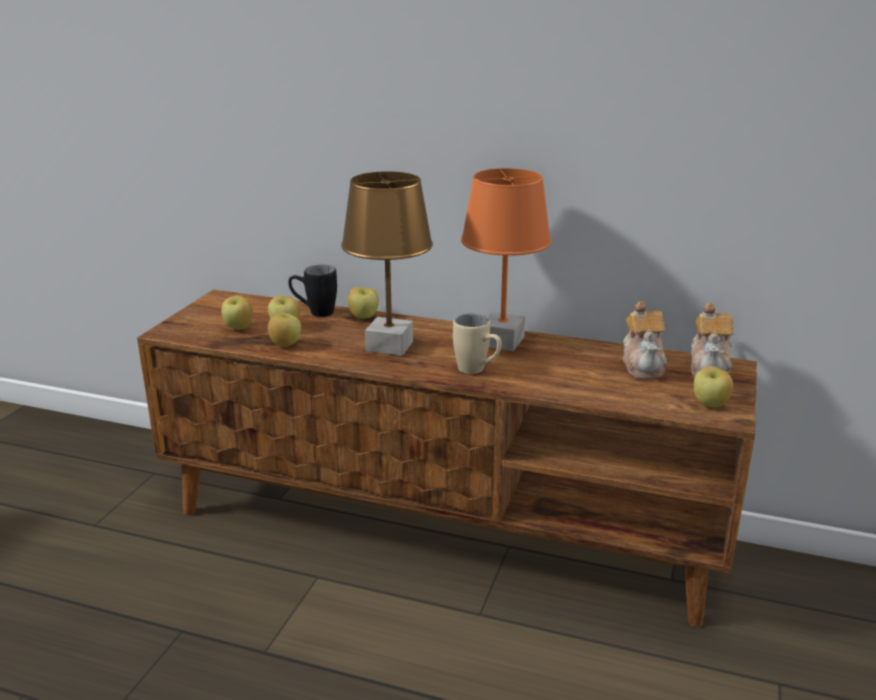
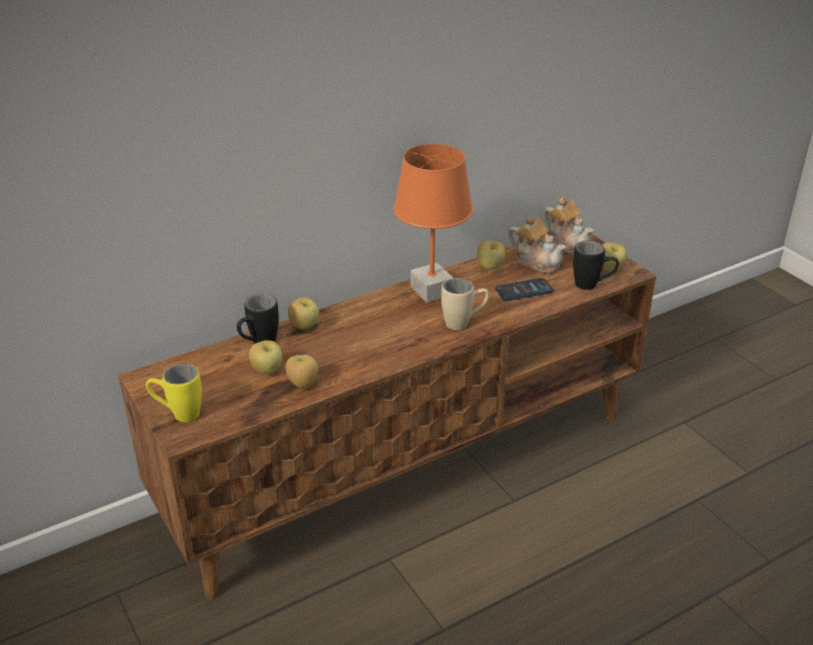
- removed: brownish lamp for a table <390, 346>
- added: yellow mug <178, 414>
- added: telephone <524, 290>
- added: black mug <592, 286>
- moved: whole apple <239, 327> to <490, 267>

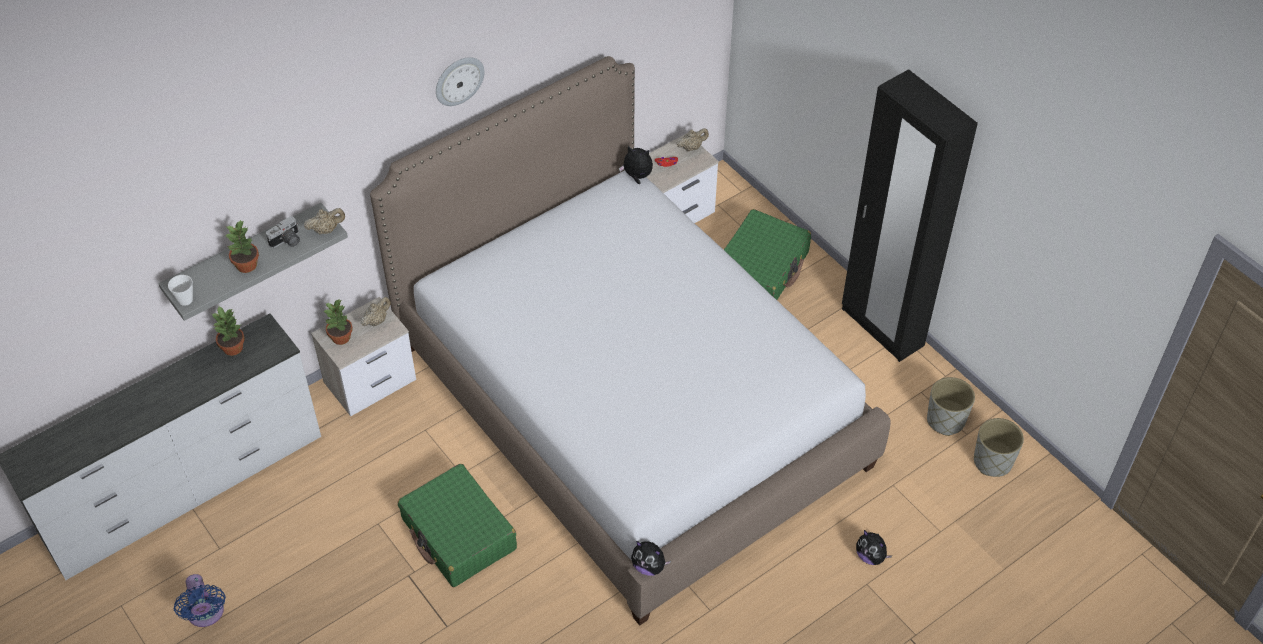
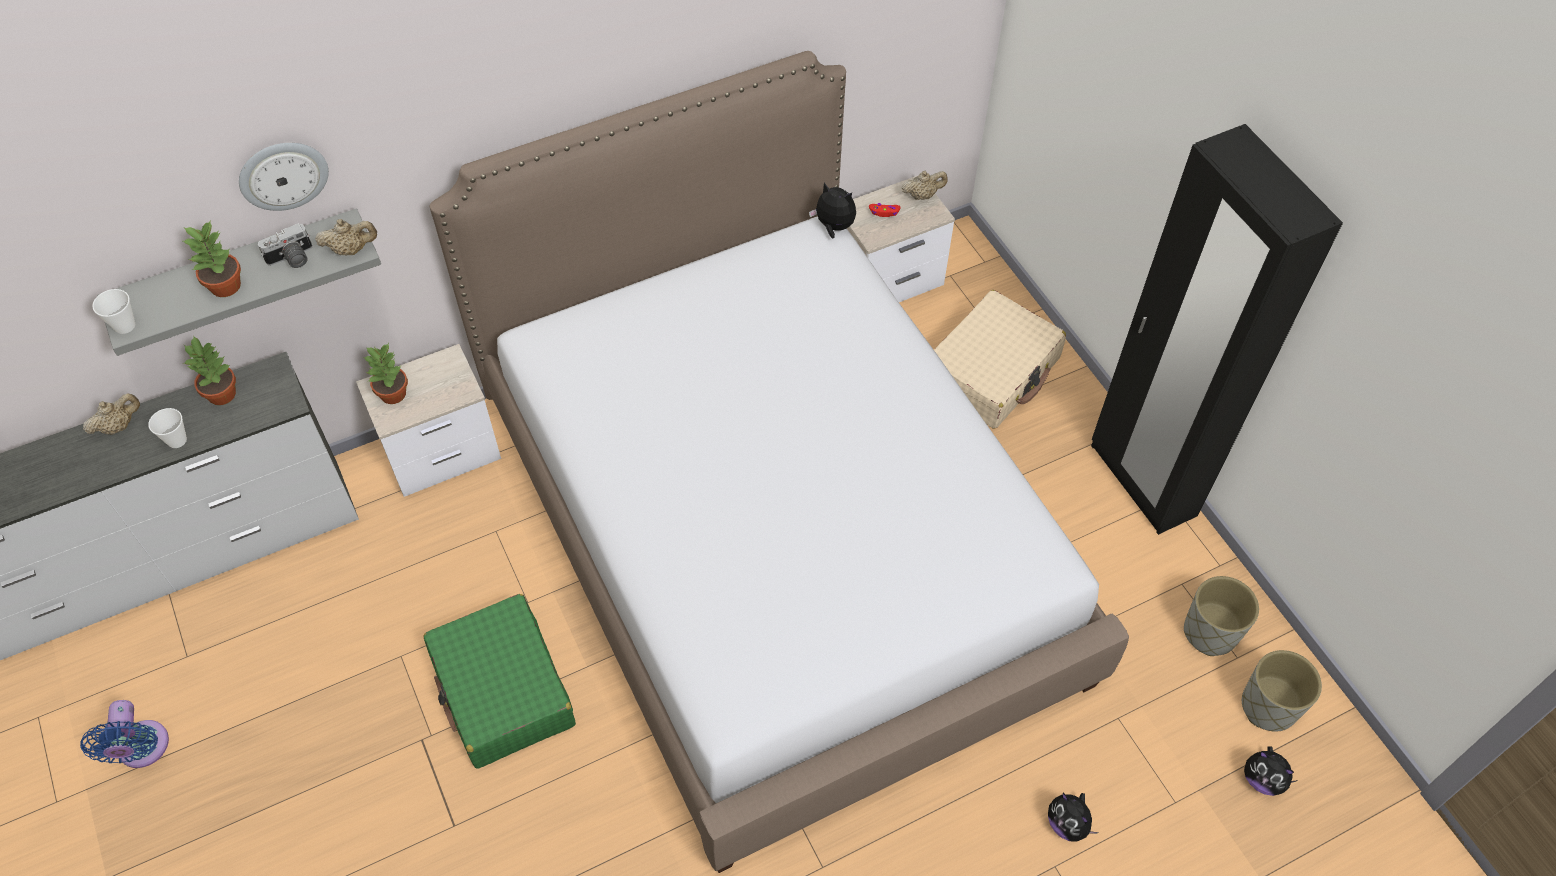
- added: drinking cup <177, 440>
- moved: beige teapot <376, 321> to <119, 426>
- moved: hanging clock <459, 80> to <283, 175>
- moved: soft toy <649, 566> to <1262, 779>
- recoloured: greenish suitcase <761, 268> to beige suitcase <991, 371>

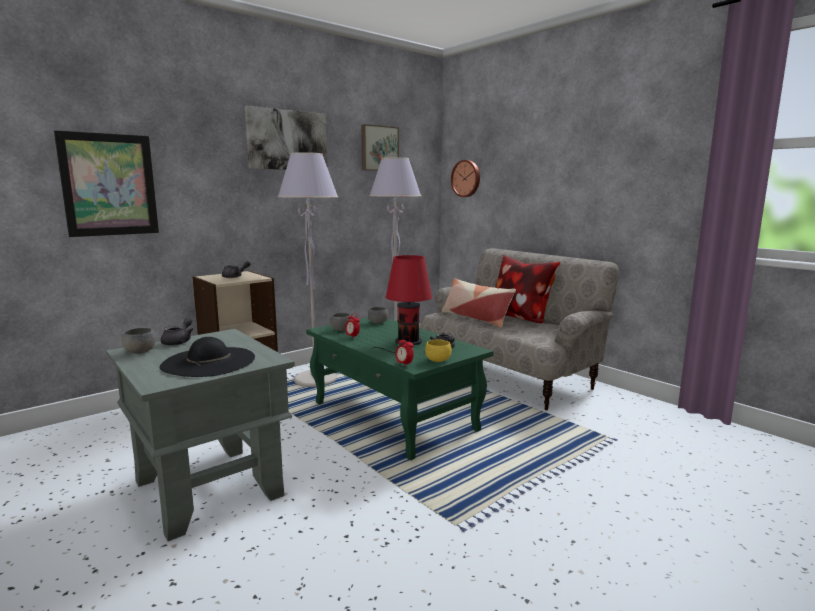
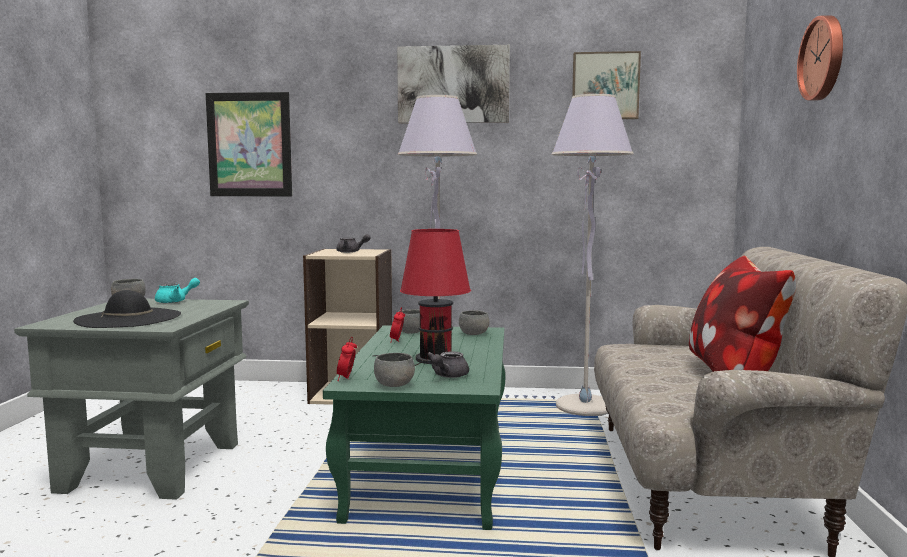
- removed: cushion <475, 318>
- moved: hanging clock <466, 178> to <824, 58>
- recoloured: grey teapot <179, 342> to blue-green teapot <175, 301>
- recoloured: yellow deep dish <438, 360> to grey deep dish <394, 385>

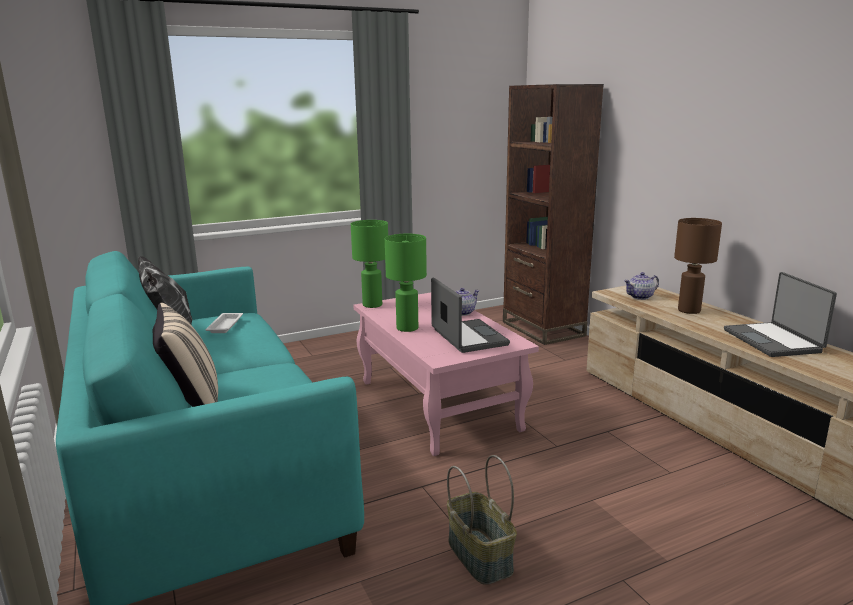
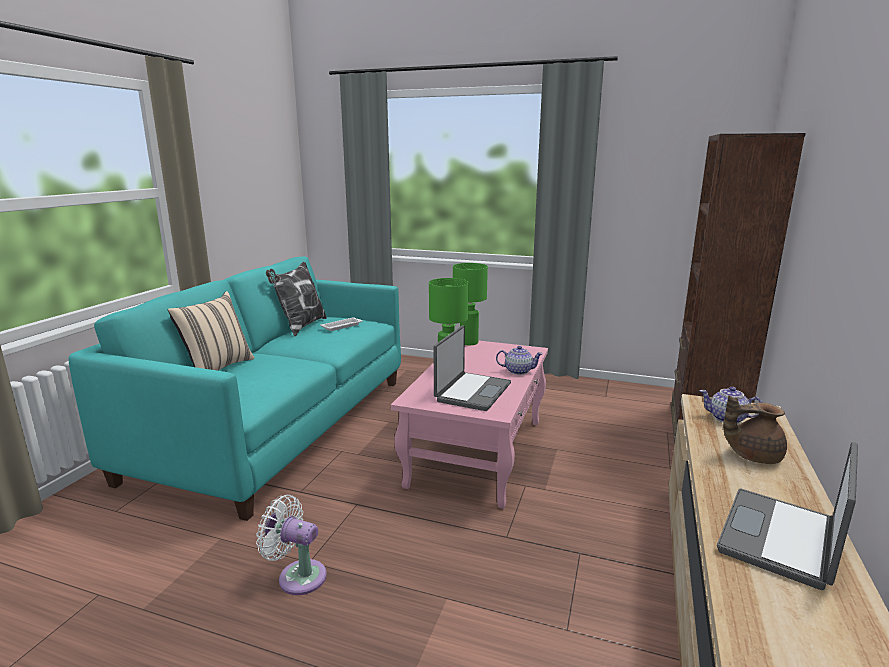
- replaced: storage basket <481, 556> to white electric fan <298, 576>
- replaced: brownish lamp for a table <688, 310> to brownish teapot <752, 455>

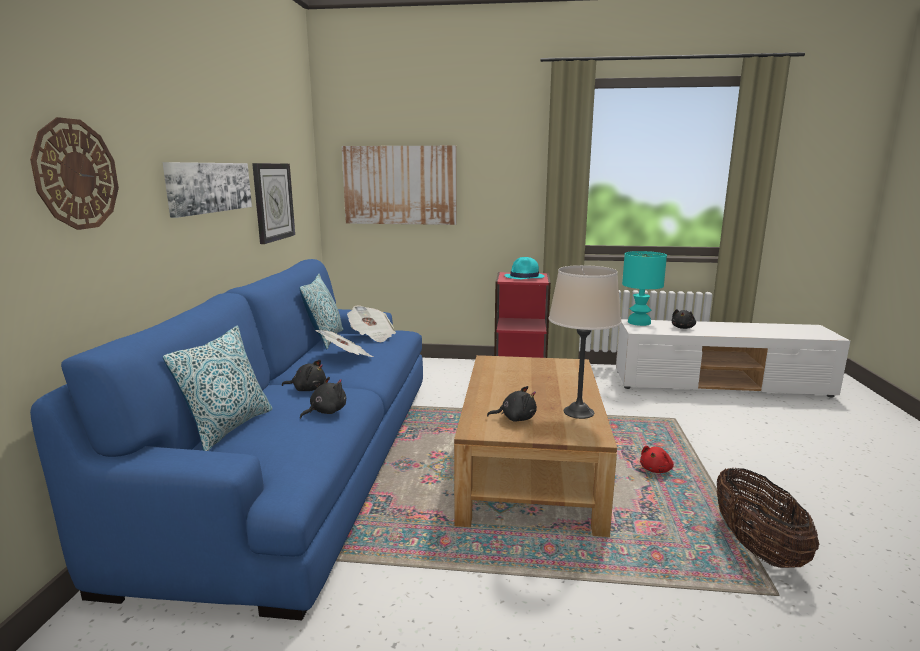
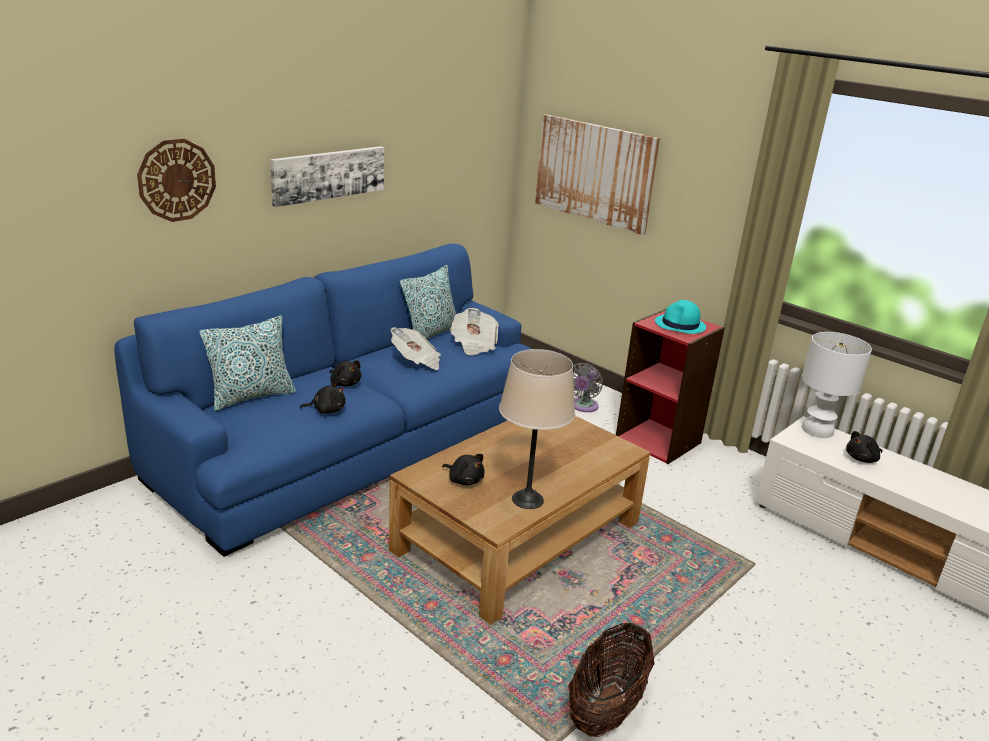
- removed: hanging clock <273, 202>
- removed: red-coloured soft toy <656, 469>
- added: grey electric fan <583, 407>
- recoloured: blue-green lamp for a table <639, 322> to white lamp for a table <817, 430>

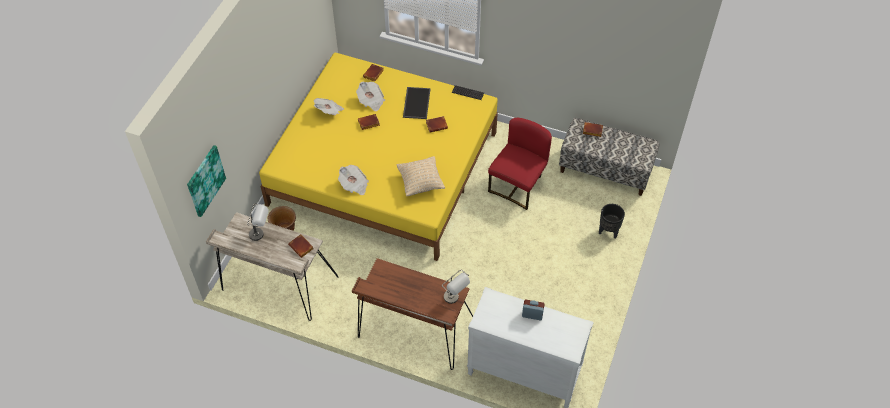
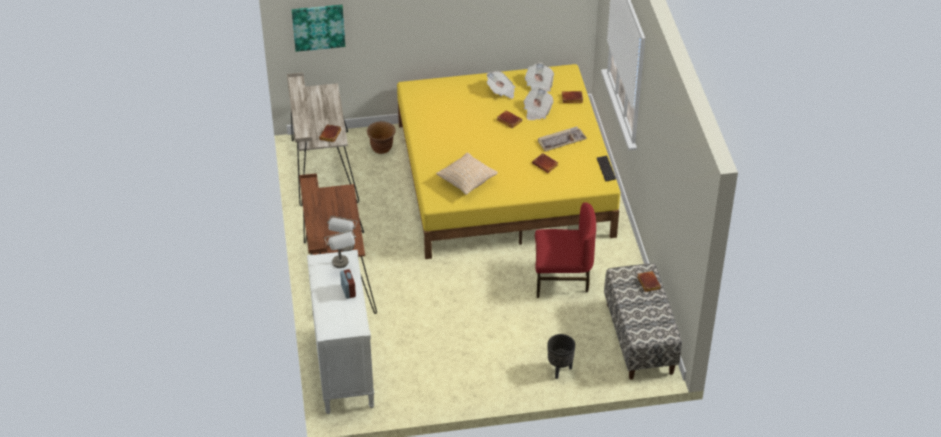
- moved: grey lamp for a table <261, 235> to <342, 266>
- moved: daily paper <354, 185> to <538, 86>
- replaced: serving tray <416, 103> to keyboard <561, 140>

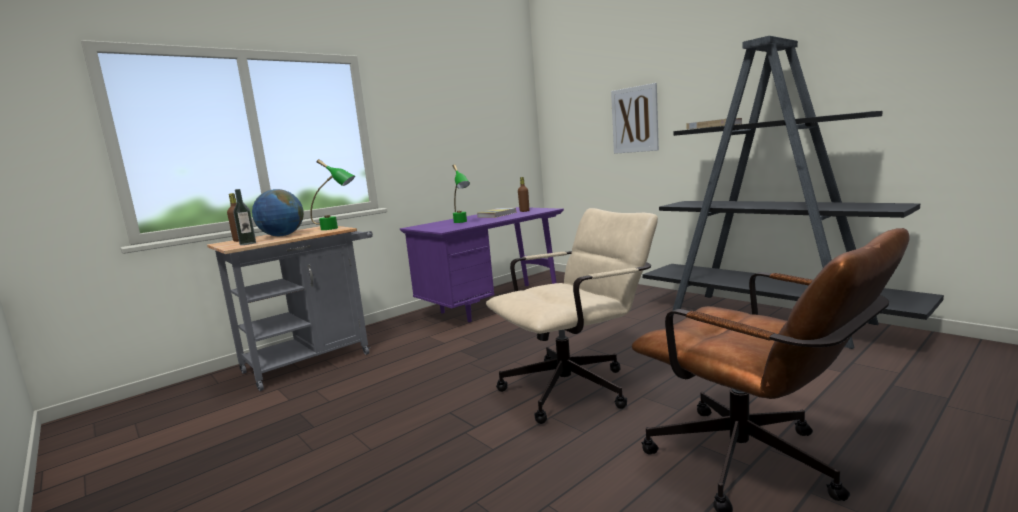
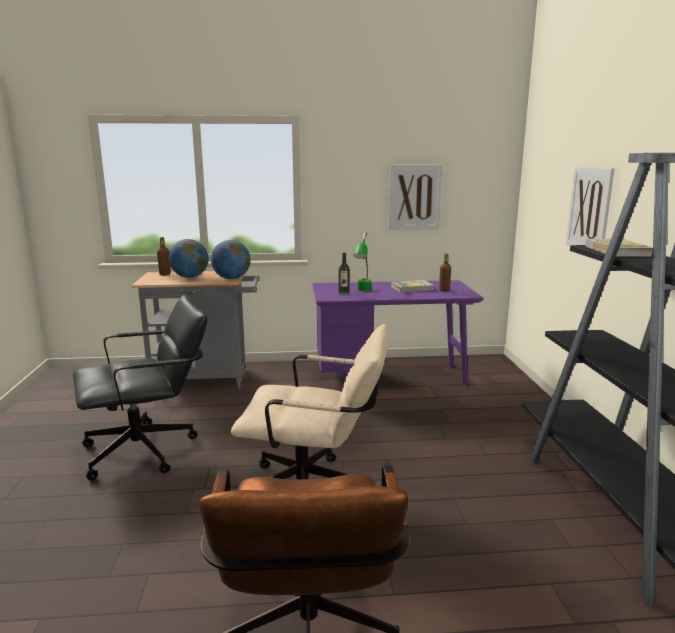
- added: black desk chair <150, 449>
- added: wall picture <414, 197>
- moved: drink bottle <248, 243> to <344, 294>
- replaced: greenish lamp for a table <337, 228> to desk globe <231, 278>

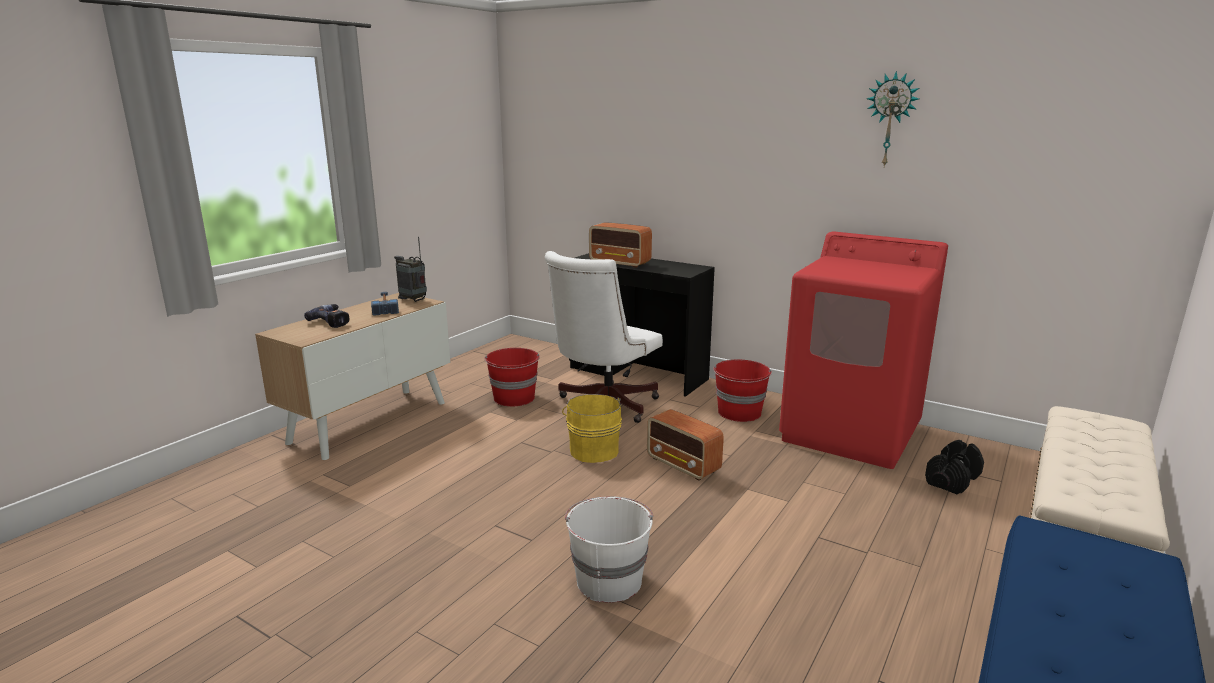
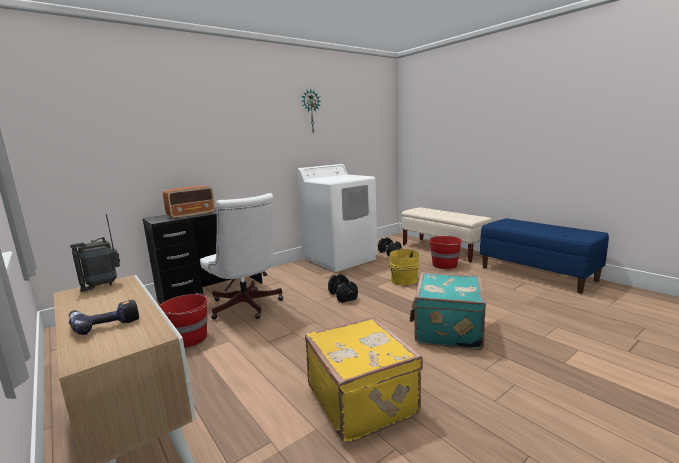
- removed: hammer <385, 306>
- added: yellow suitcase <363, 399>
- moved: yellow bucket <593, 450> to <402, 280>
- moved: red-coloured bucket <739, 413> to <445, 265>
- replaced: white bucket <608, 580> to blue-green suitcase <446, 330>
- replaced: radio receiver <683, 465> to black dumbbell <343, 296>
- recoloured: red-coloured washing machine <851, 433> to white washing machine <340, 259>

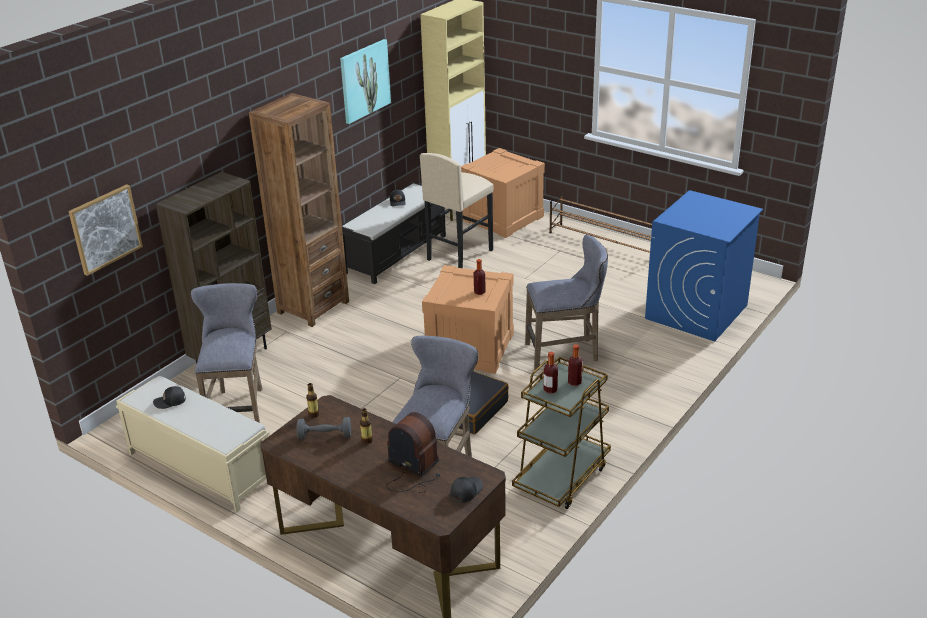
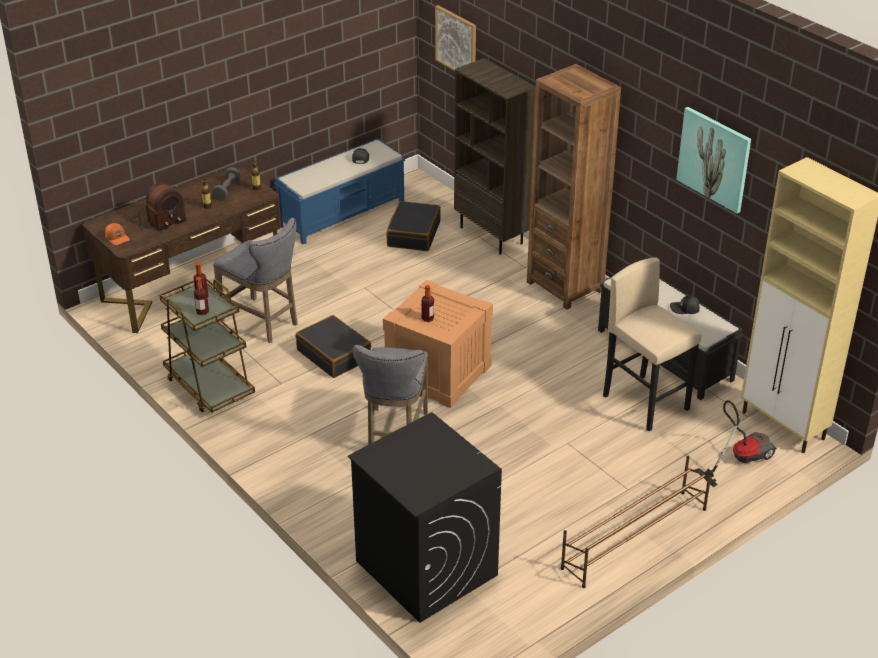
- replaced: grey stool seat <238, 407> to black suitcase <413, 234>
- replaced: packing crate <502, 218> to hoover <739, 459>
- recoloured: beige indoor bench <200, 467> to bluish indoor bench <343, 213>
- recoloured: black cap <465, 491> to orange cap <117, 238>
- recoloured: bluish washing machine <696, 312> to black washing machine <425, 567>

